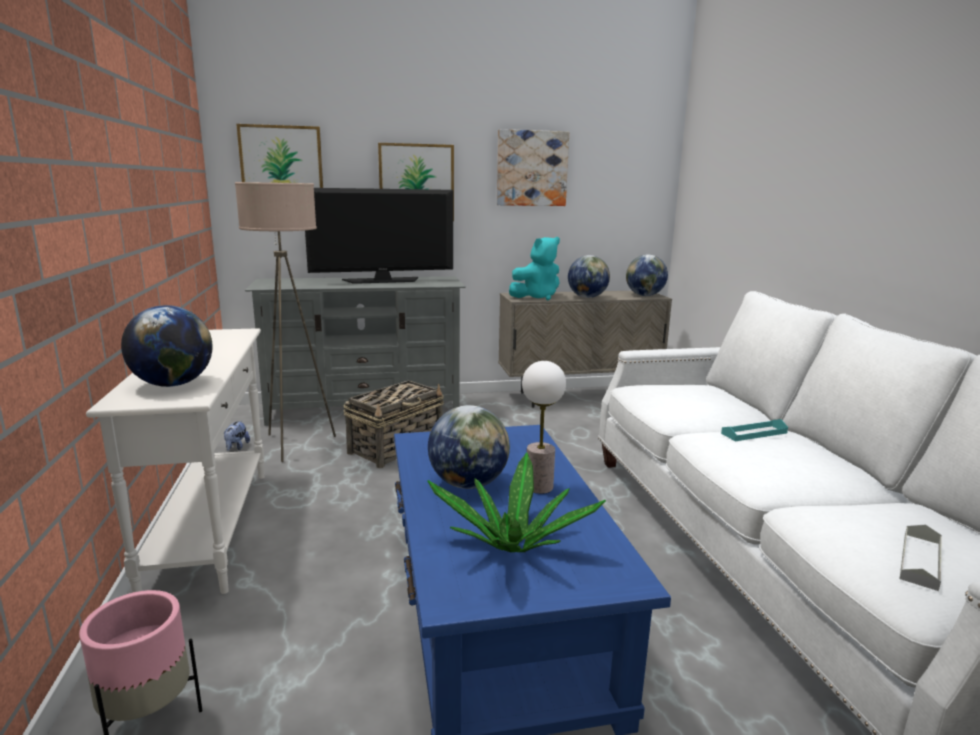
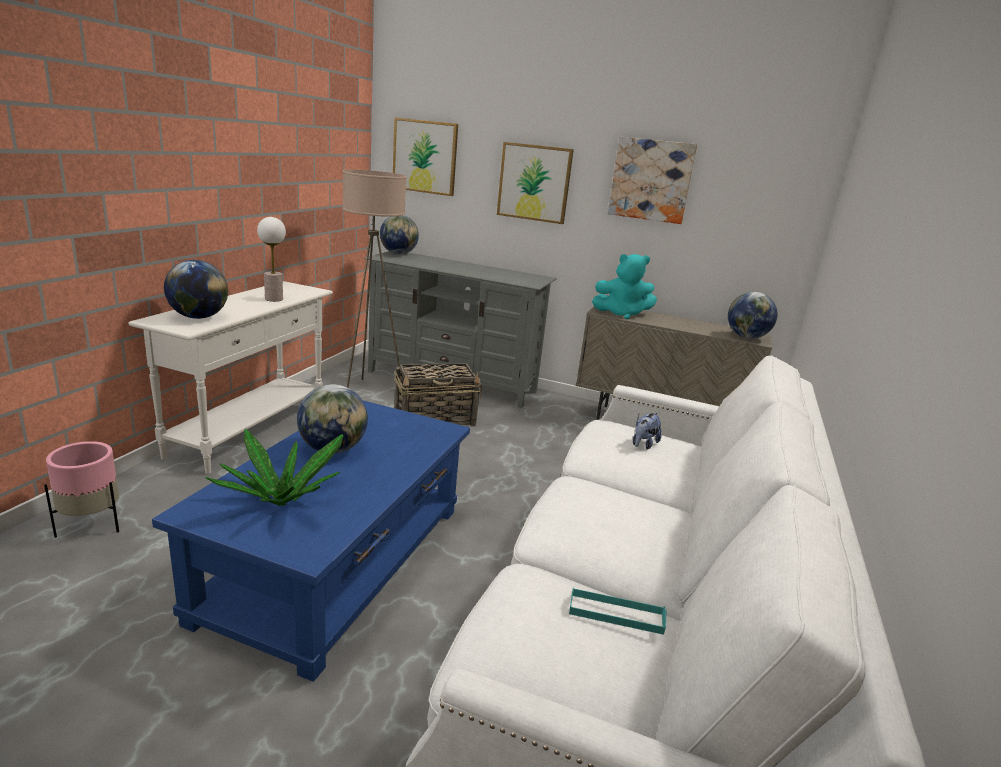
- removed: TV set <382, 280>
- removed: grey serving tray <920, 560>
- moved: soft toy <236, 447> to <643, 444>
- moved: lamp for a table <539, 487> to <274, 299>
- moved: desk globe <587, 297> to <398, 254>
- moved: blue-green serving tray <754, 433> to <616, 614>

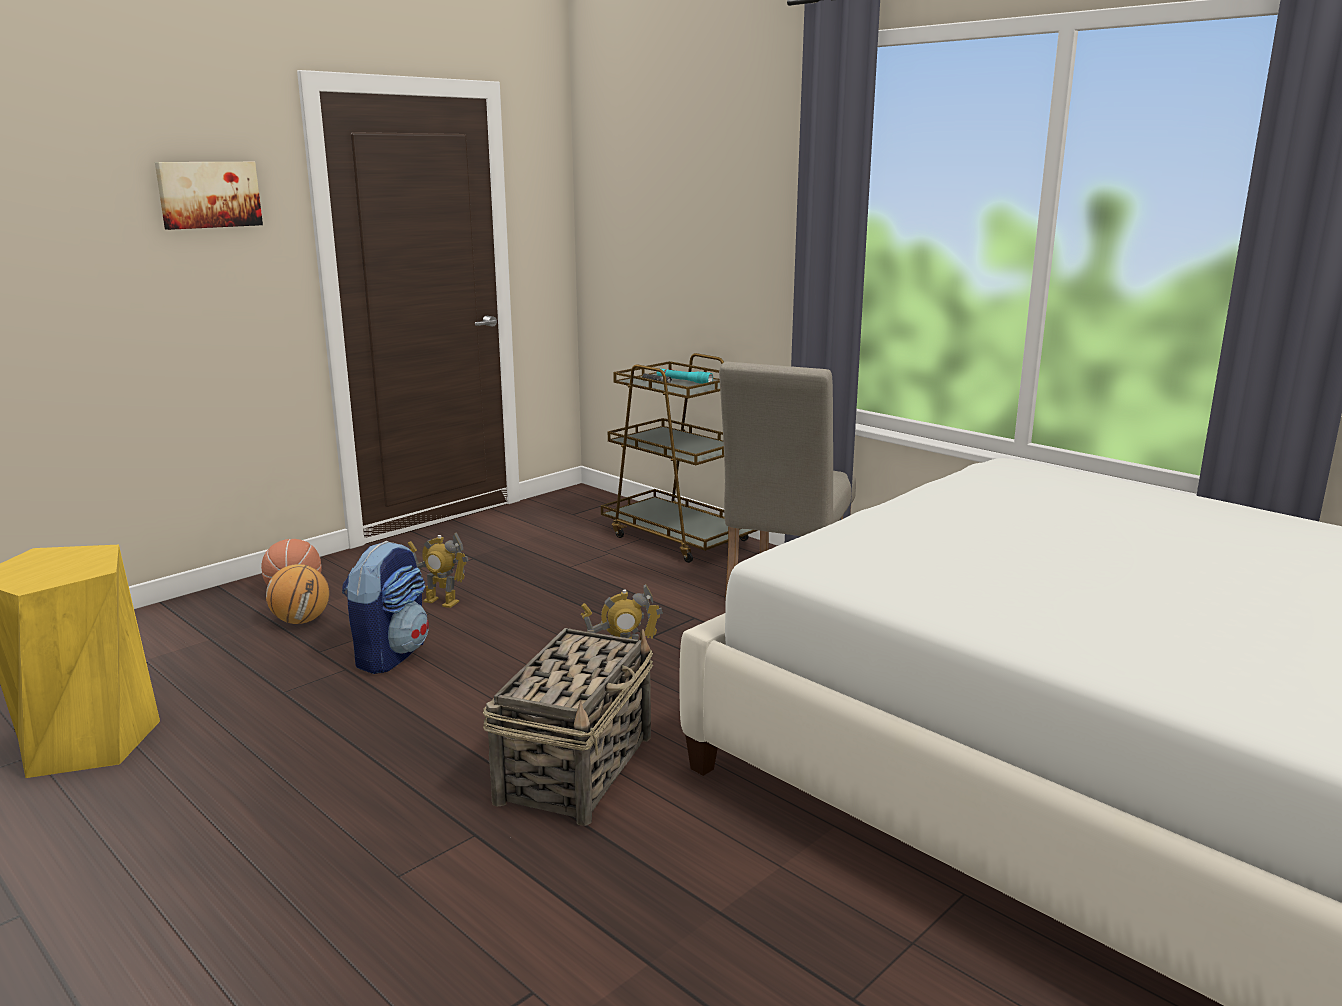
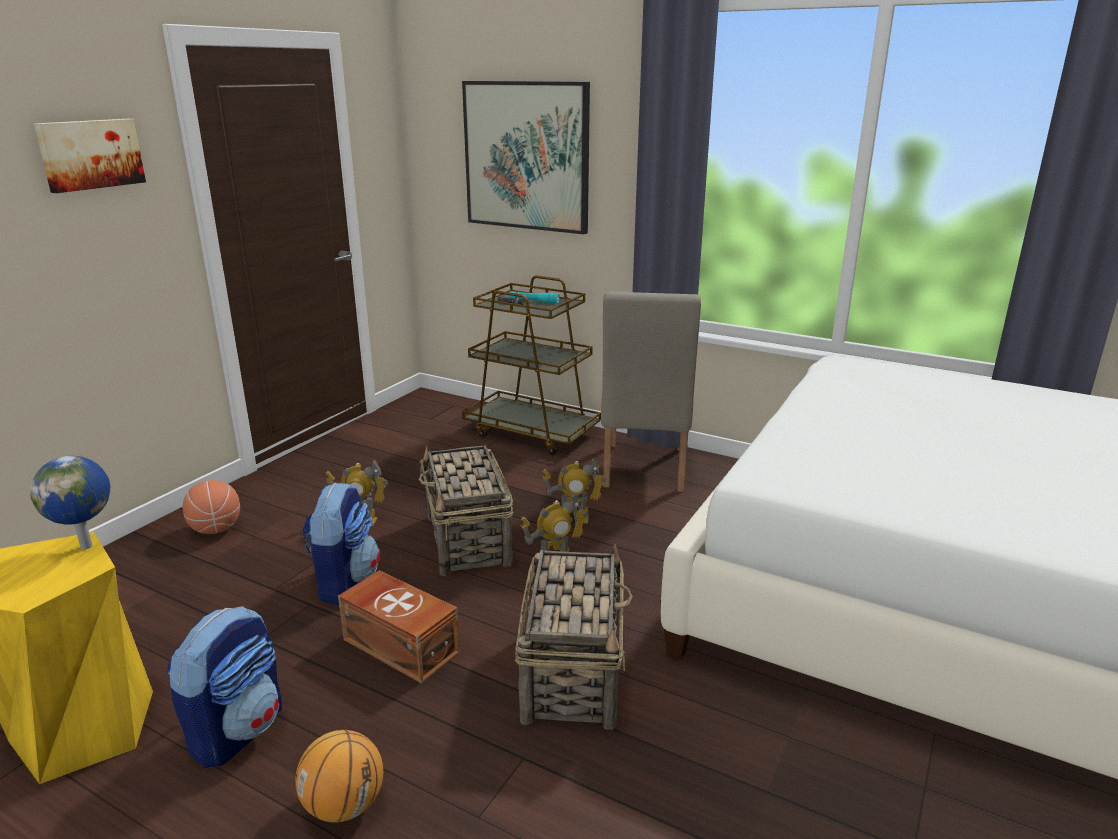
- added: desk globe <88, 546>
- added: backpack <238, 730>
- added: brownish storage box <401, 644>
- added: storage basket <468, 541>
- added: wall picture <526, 156>
- added: robot figure <573, 518>
- moved: ball for basketball <301, 621> to <344, 805>

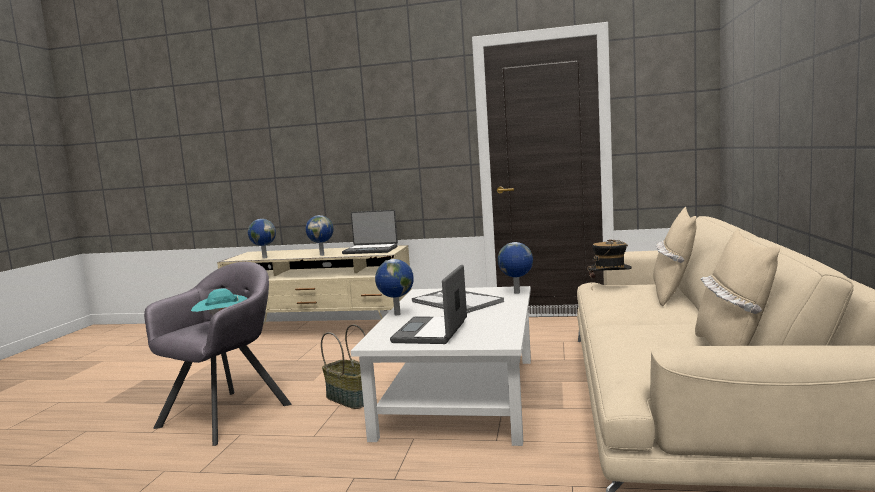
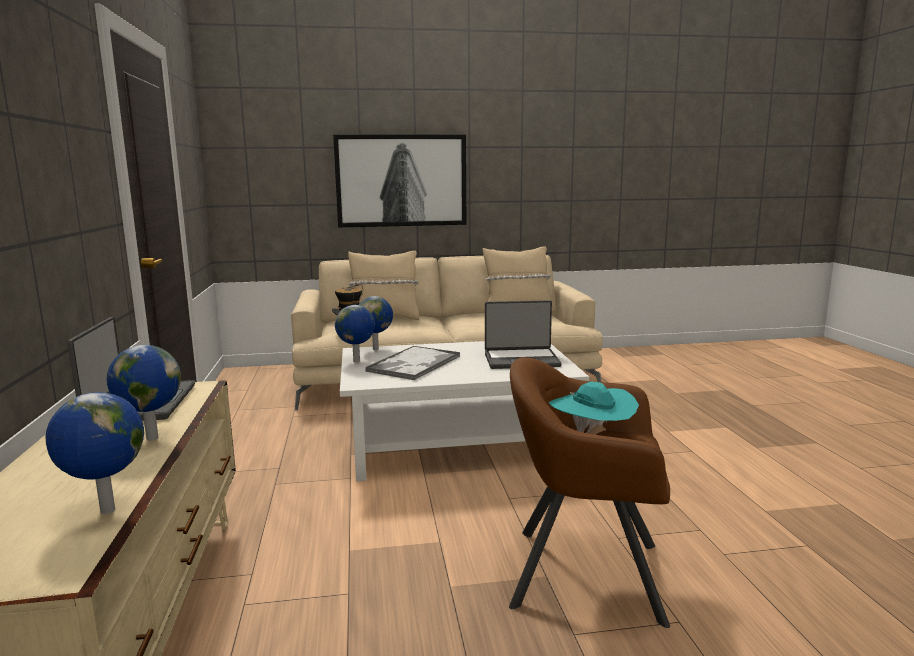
- removed: storage basket <351, 399>
- added: wall picture <401, 180>
- moved: desk globe <396, 314> to <357, 361>
- recoloured: grey armchair <226, 415> to brownish armchair <585, 573>

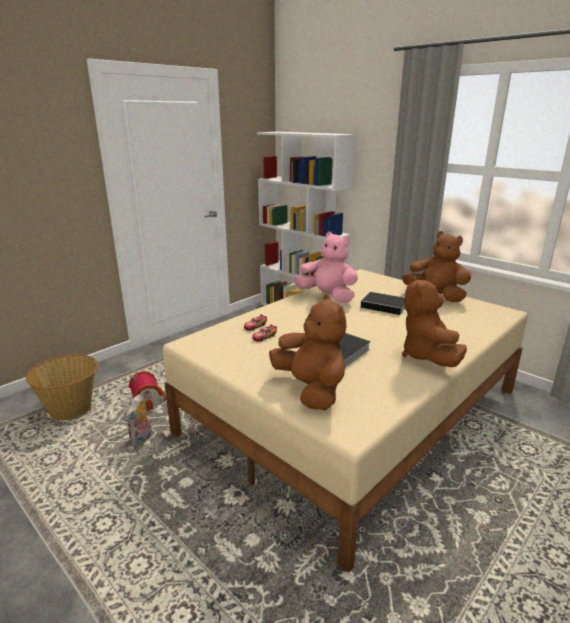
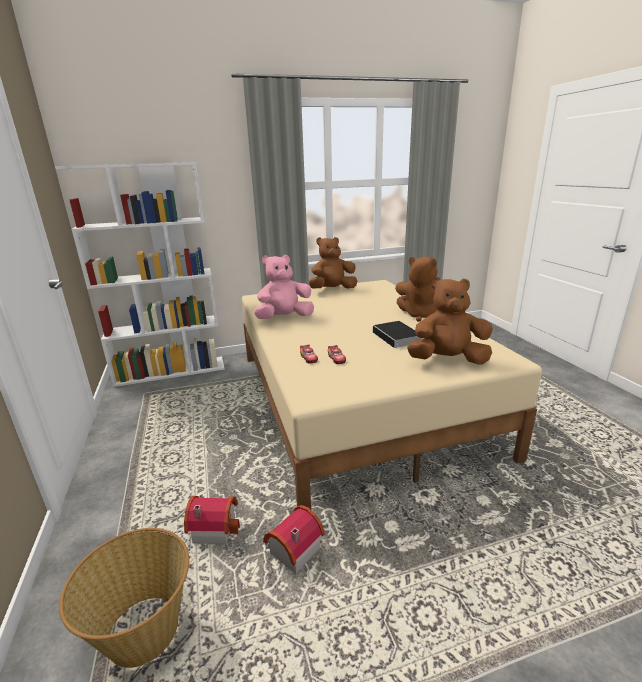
- removed: book <385, 306>
- replaced: soft toy <142, 439> to miniature house <292, 550>

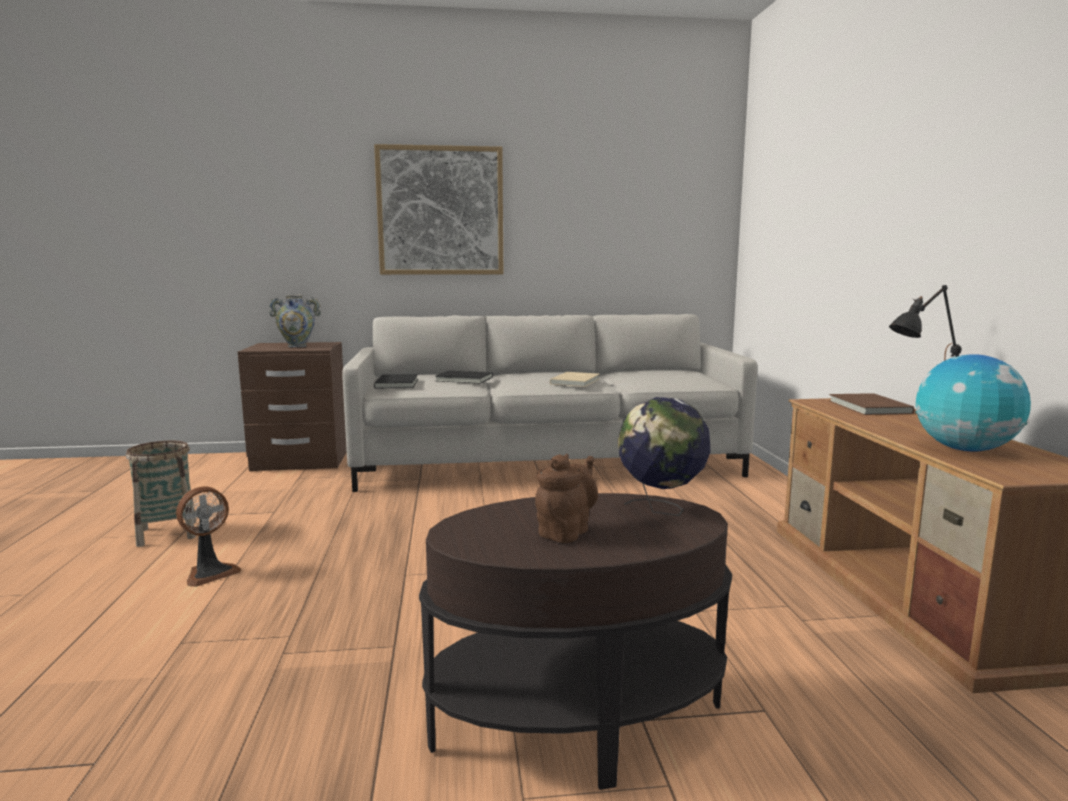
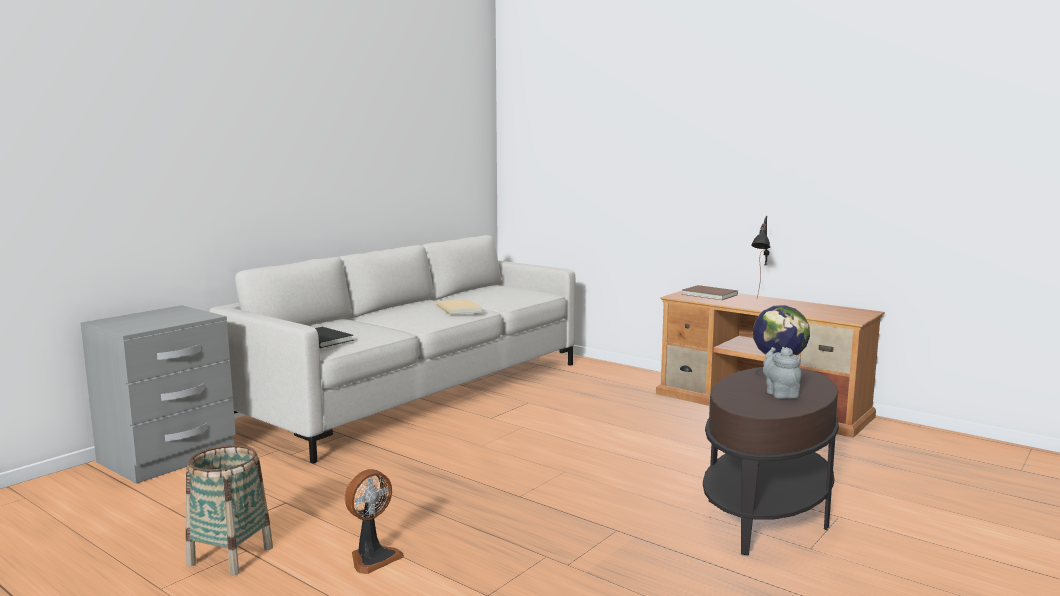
- removed: decorative vase <297, 346>
- removed: wall picture <440, 211>
- removed: black book <464, 379>
- removed: desk globe <965, 449>
- recoloured: brownish bedside table <300, 461> to grey bedside table <168, 457>
- recoloured: brownish teapot <566, 531> to grey teapot <780, 393>
- turned: electric fan <210, 573> = <372, 558> 45 degrees clockwise

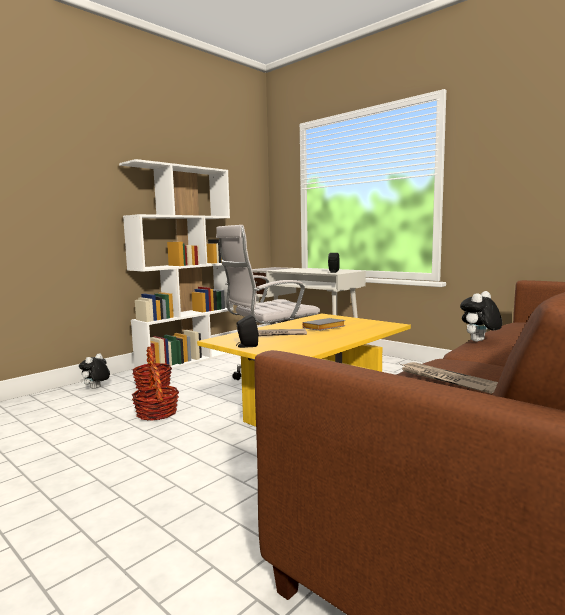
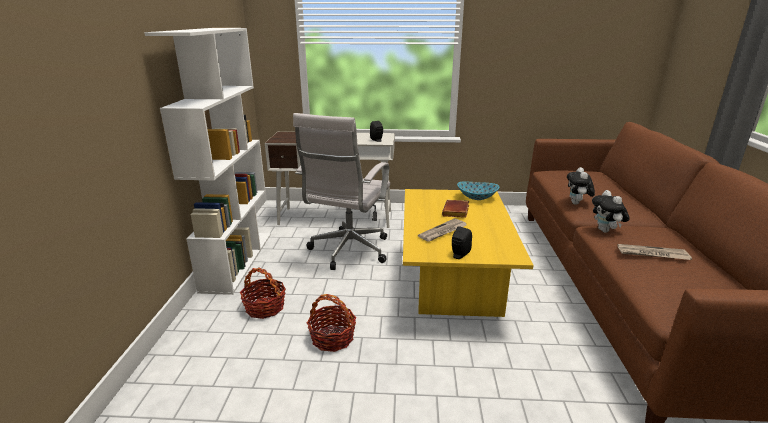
- added: deep dish <476, 197>
- moved: soft toy <96, 388> to <606, 231>
- recoloured: grey book <323, 328> to brownish book <456, 212>

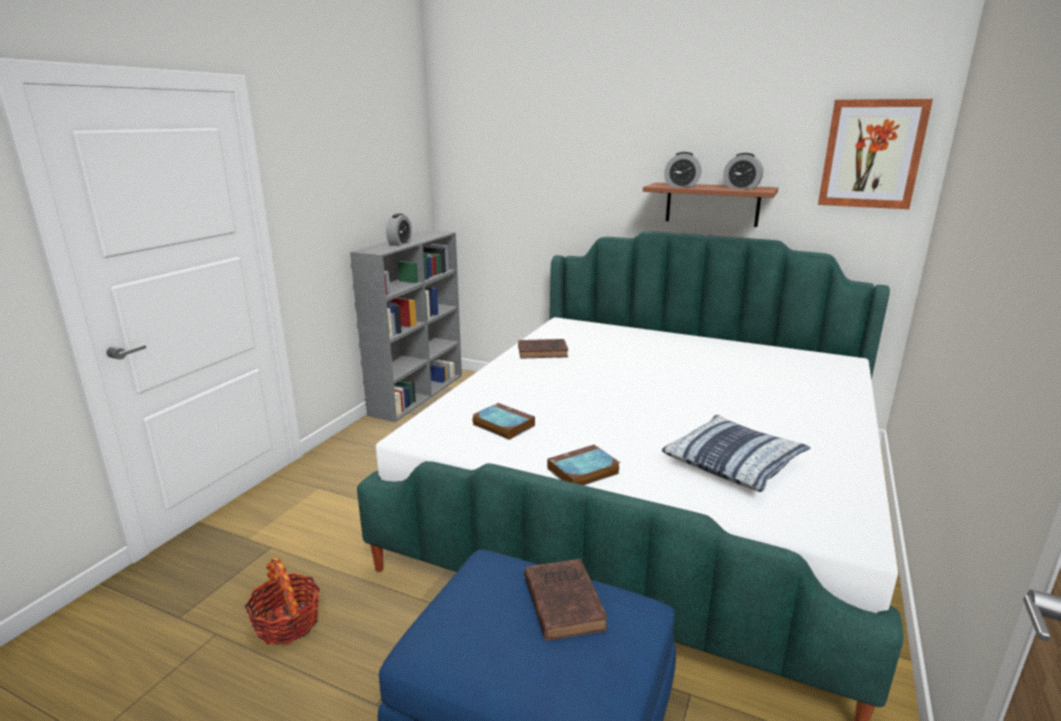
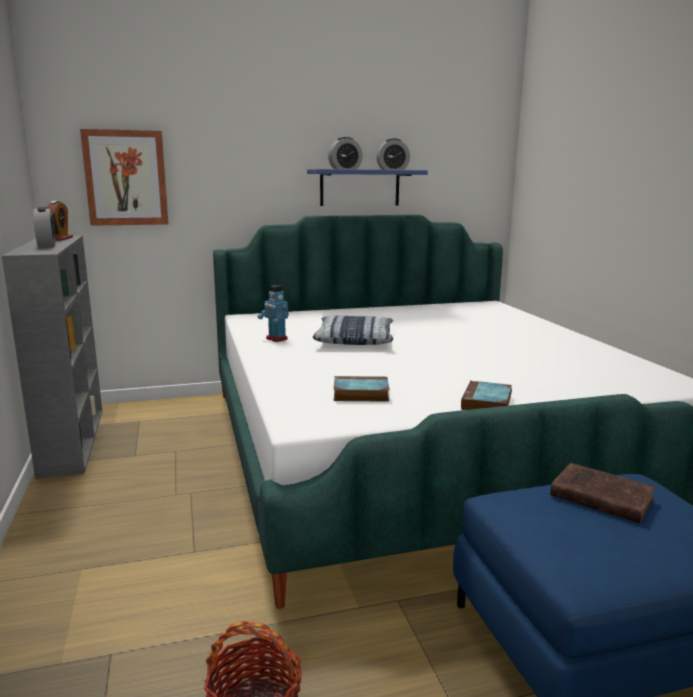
- added: alarm clock <60, 239>
- moved: cushion <734, 463> to <355, 339>
- moved: wall picture <871, 154> to <126, 178>
- replaced: brownish book <544, 352> to robot figure <276, 339>
- recoloured: brownish bracket shelf <712, 204> to bluish bracket shelf <360, 187>

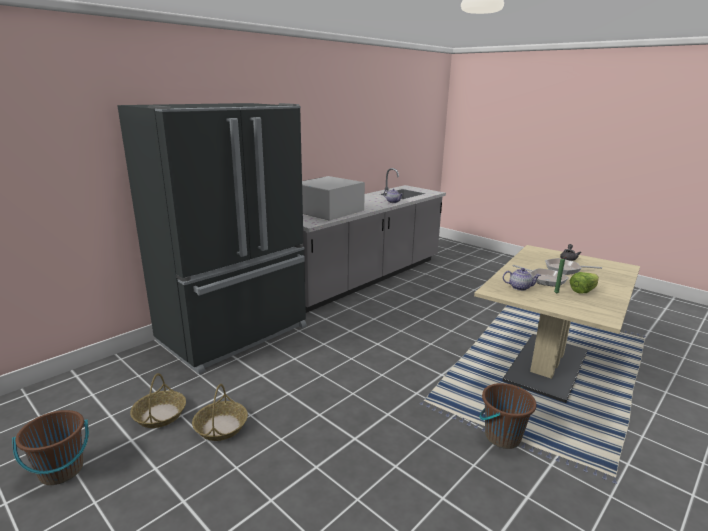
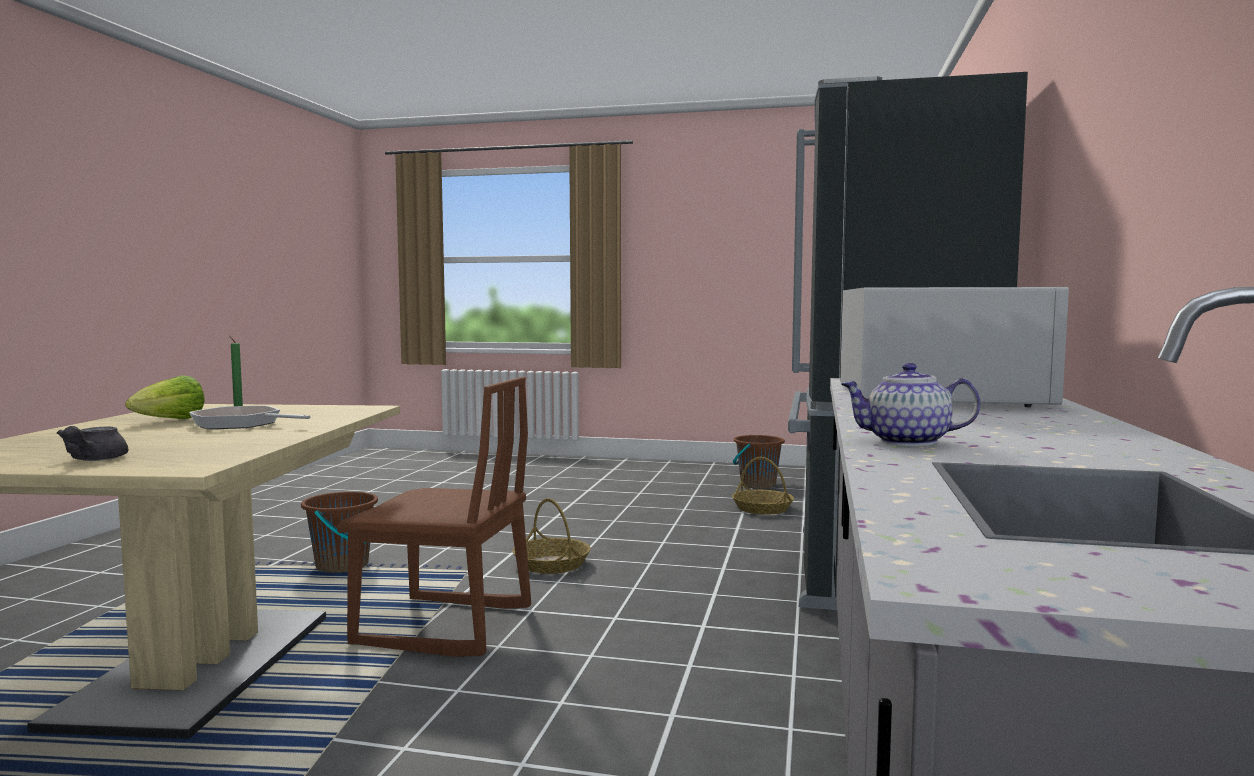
- removed: teapot <520, 287>
- removed: pan <565, 269>
- added: brownish plain chair <443, 627>
- moved: storage basket <221, 426> to <552, 564>

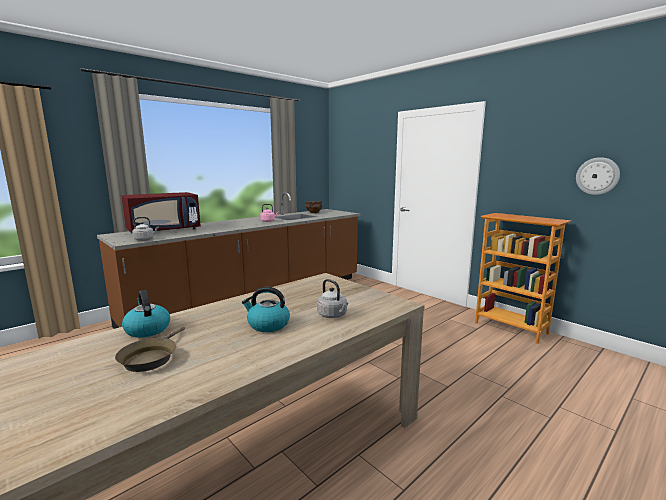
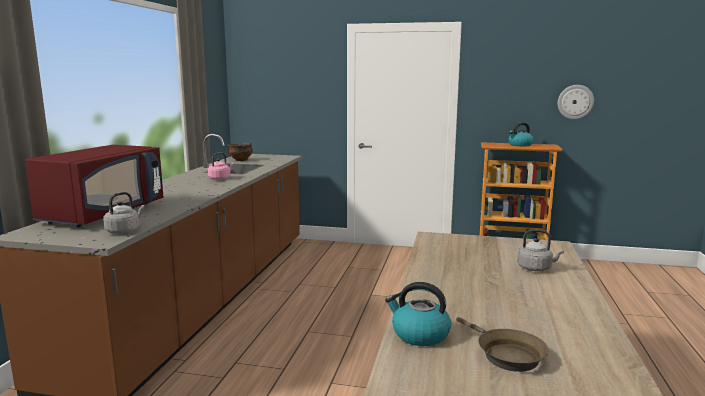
- moved: kettle <268, 325> to <520, 145>

